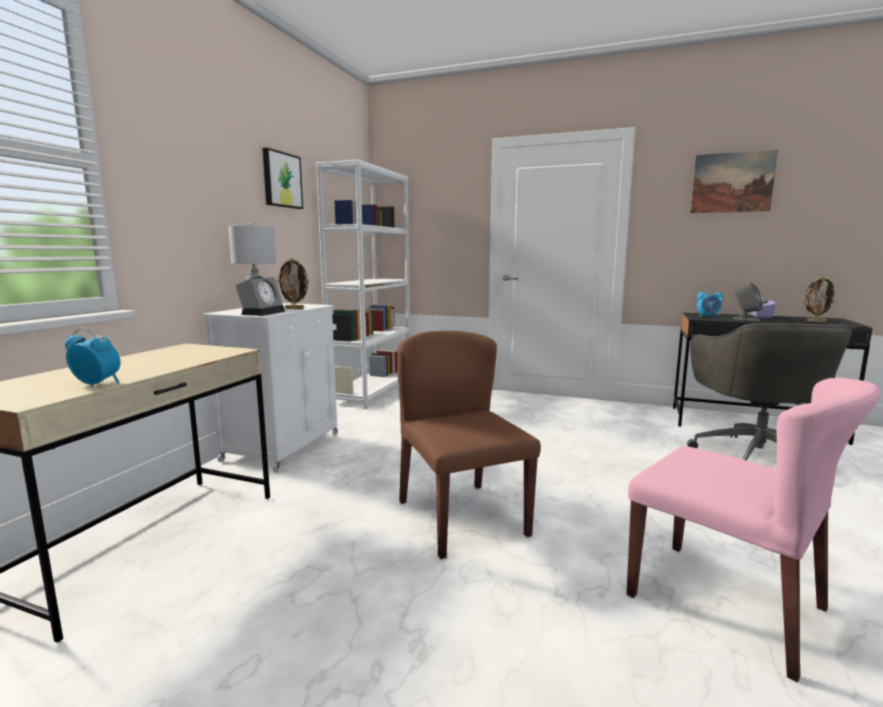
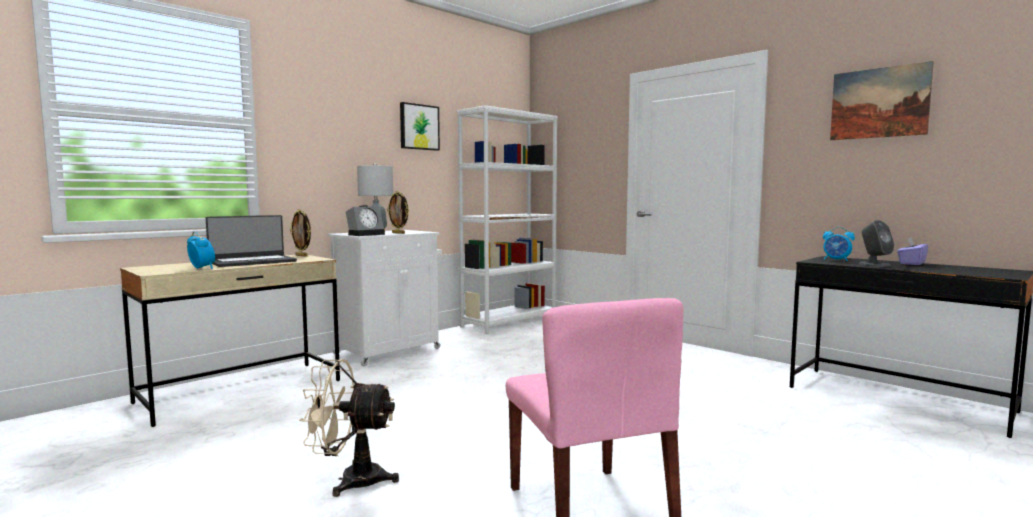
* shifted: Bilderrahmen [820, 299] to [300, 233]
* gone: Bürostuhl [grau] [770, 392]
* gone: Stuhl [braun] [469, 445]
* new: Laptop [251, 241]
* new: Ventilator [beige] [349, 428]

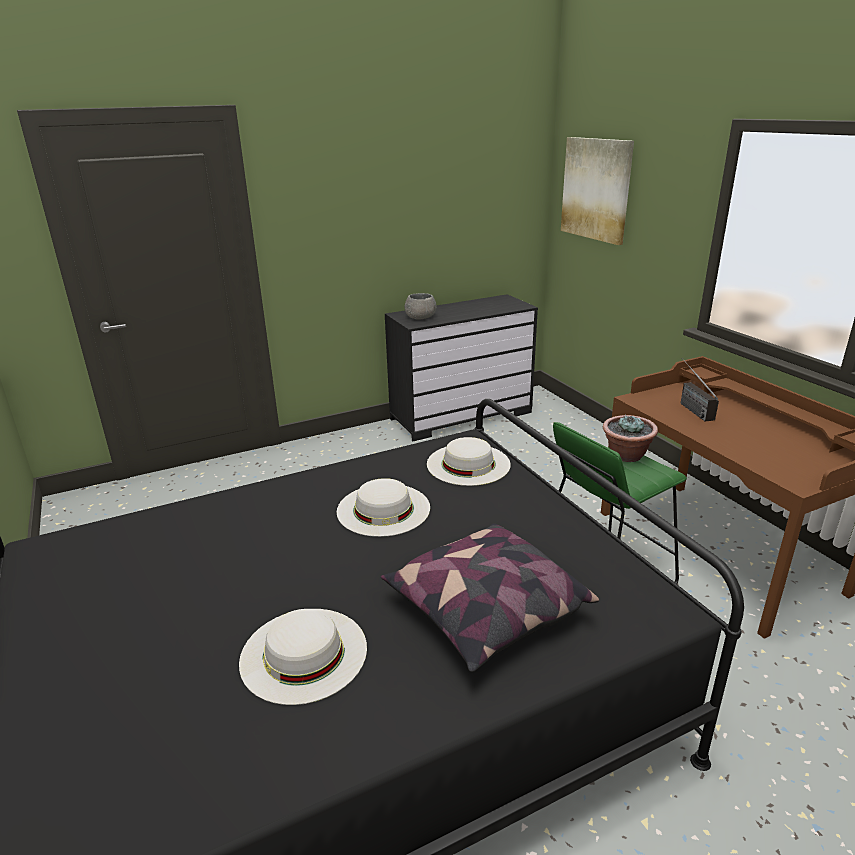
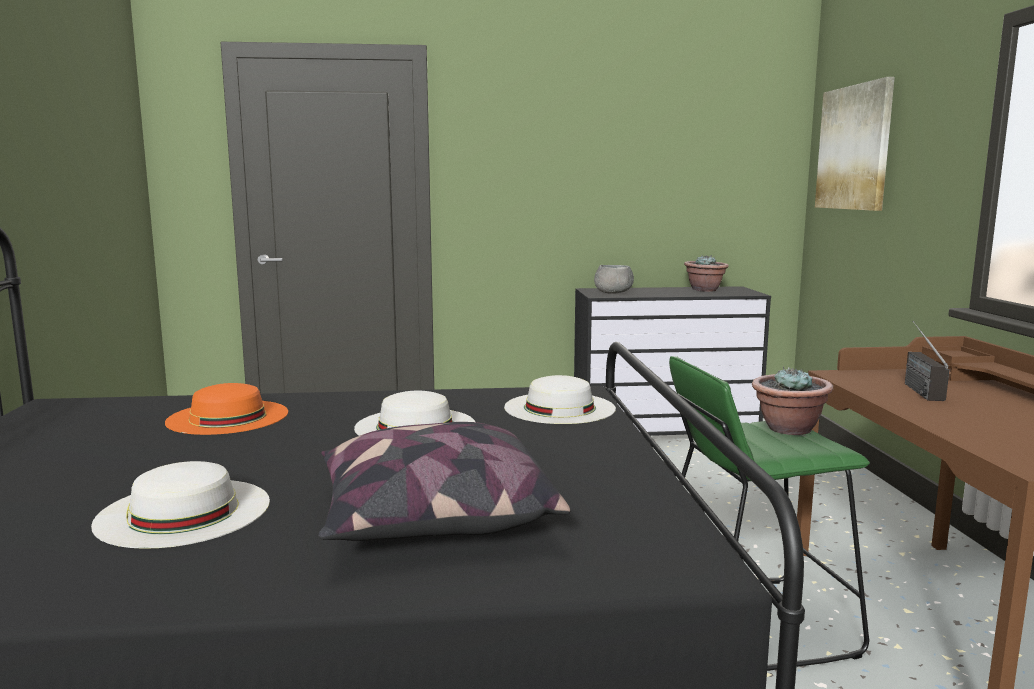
* new: Topfpflanze [706, 273]
* new: Hut [orange] [226, 409]

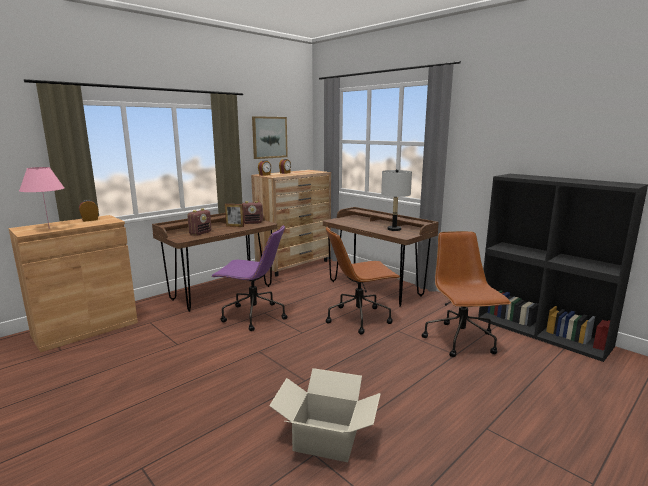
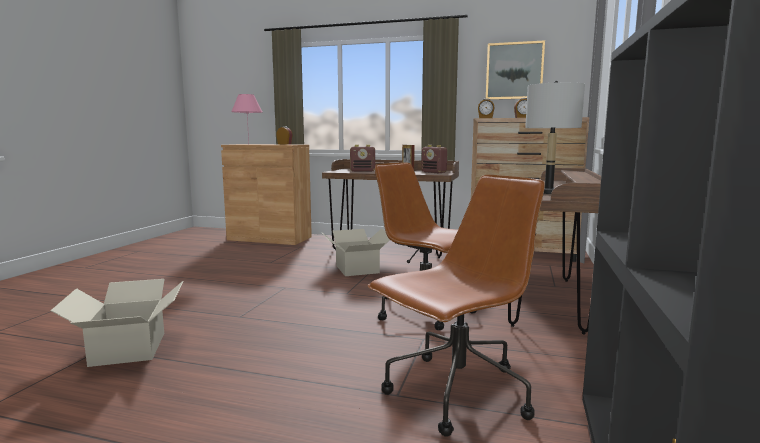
* swapped: Bürostuhl [lila] [249, 278] to Karton [355, 252]

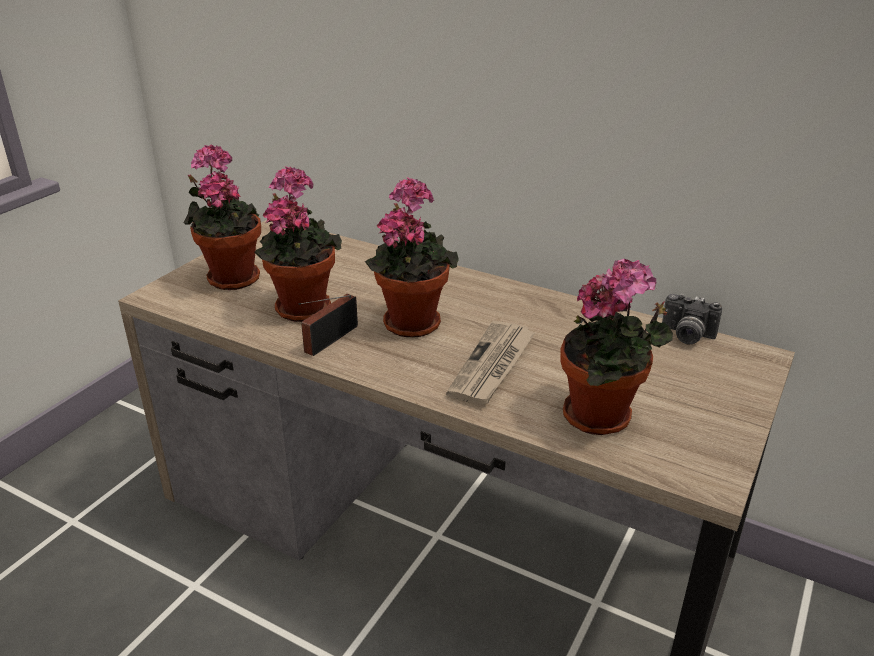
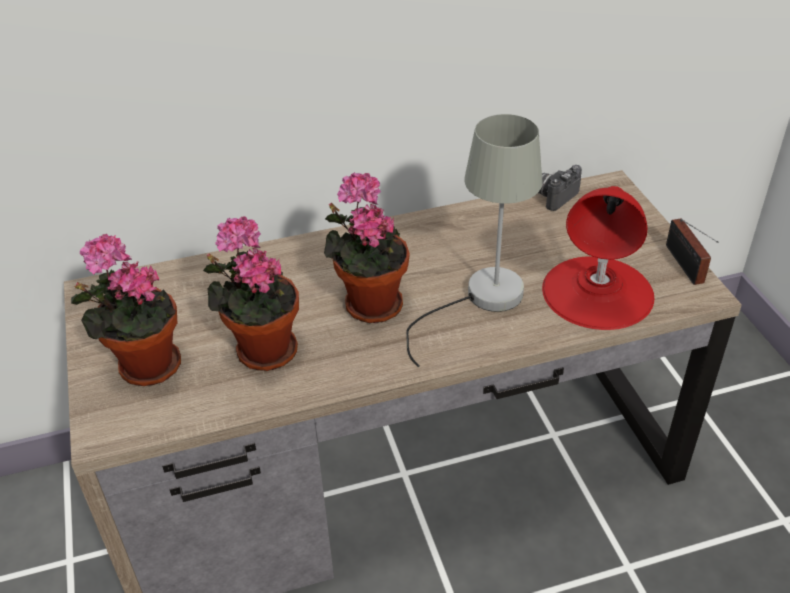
* swapped: Topfpflanze [616, 347] to Tischlampe [rot] [598, 258]
* shifted: Radio [328, 325] to [692, 251]
* rotated: Kamera [692, 319] = [560, 188] 150 degrees clockwise
* swapped: Zeitung [491, 363] to Tischlampe [grau] [474, 240]

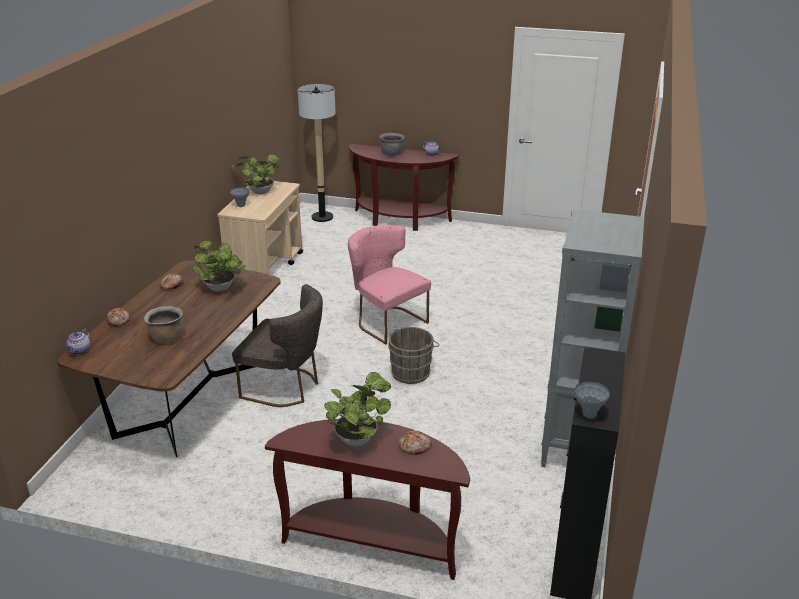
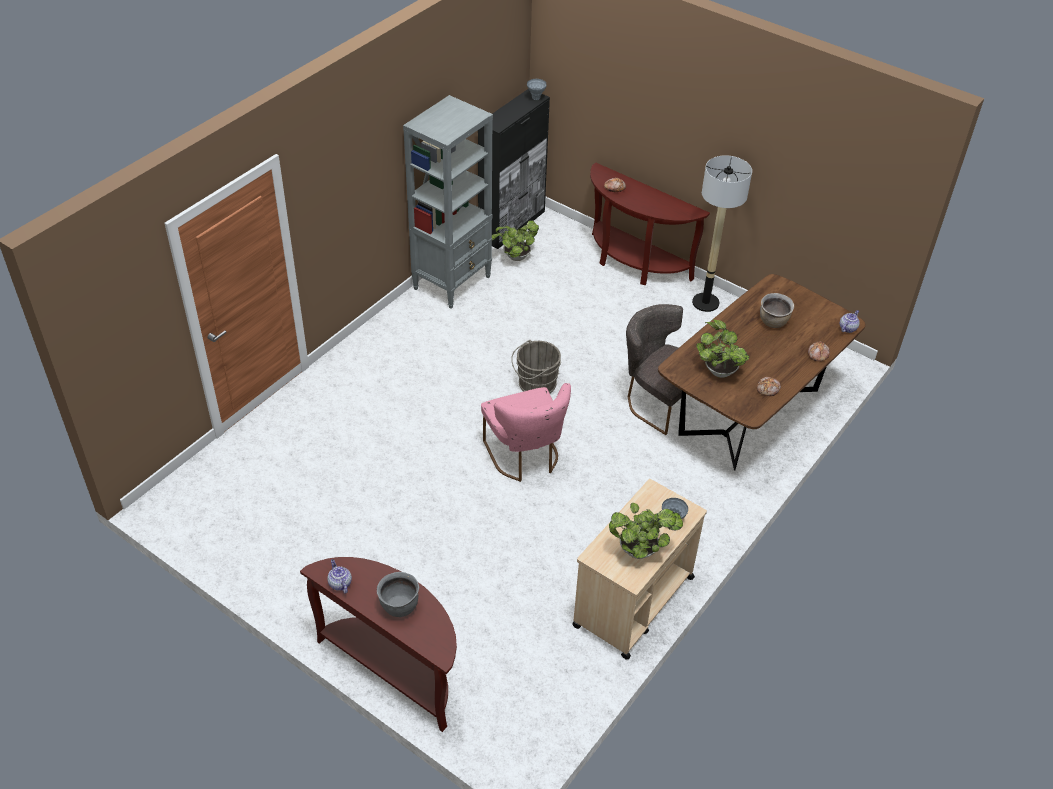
* shifted: Stehlampe [317, 153] to [722, 233]
* shifted: Topfpflanze [357, 409] to [515, 240]

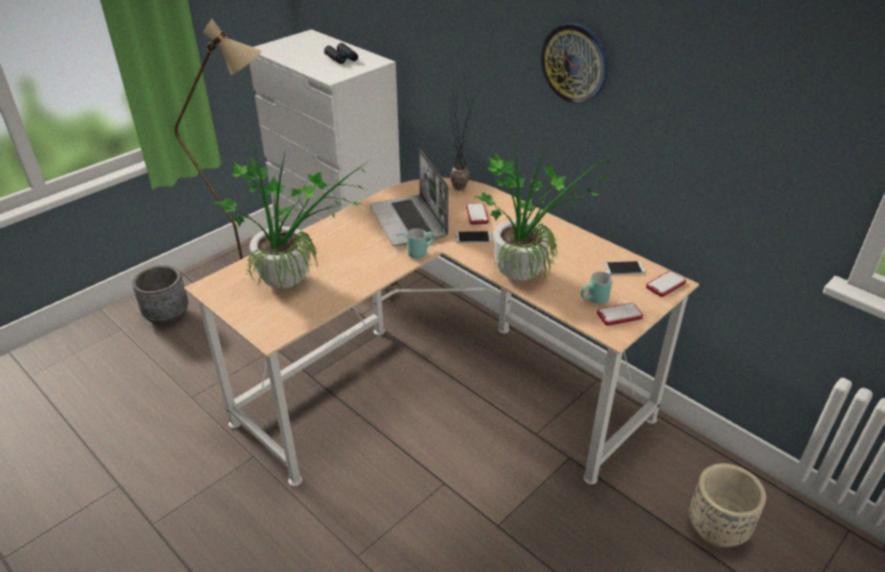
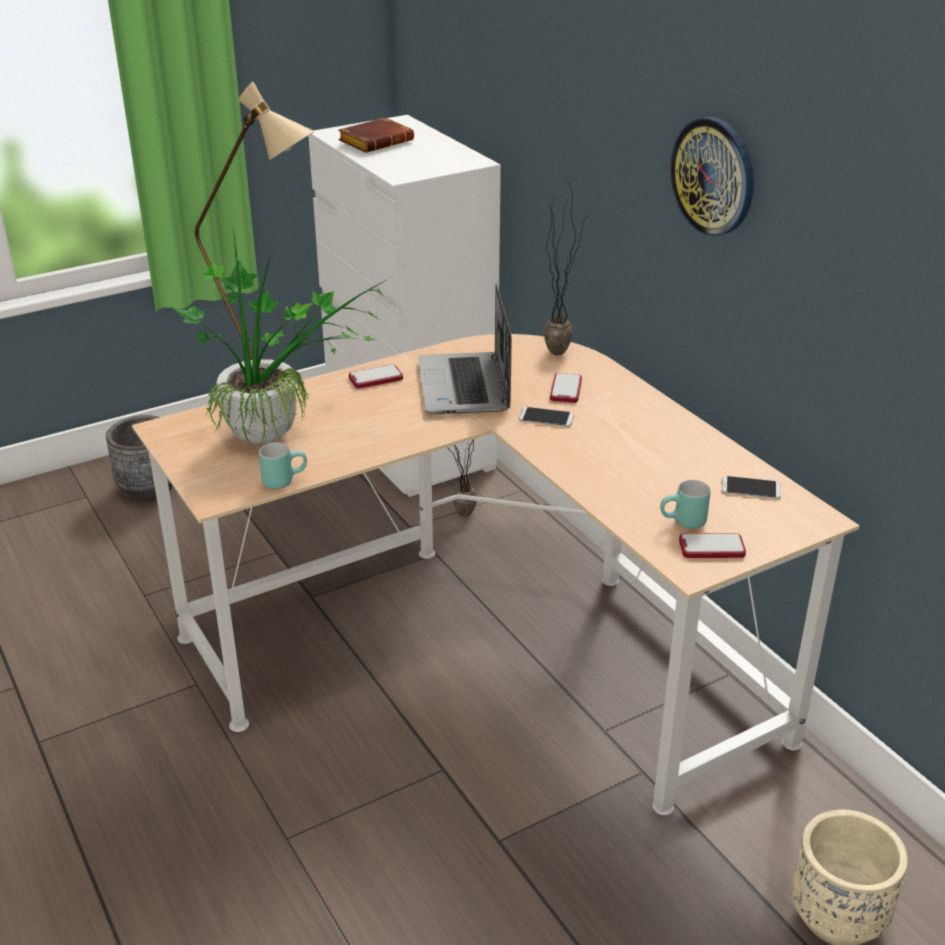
* gone: Fernglas [schwarz] [341, 53]
* gone: Topfpflanze [545, 208]
* shifted: Henkelbecher [türkis] [421, 243] to [283, 466]
* shifted: Handy [666, 284] to [376, 376]
* new: Buch [braun] [376, 135]

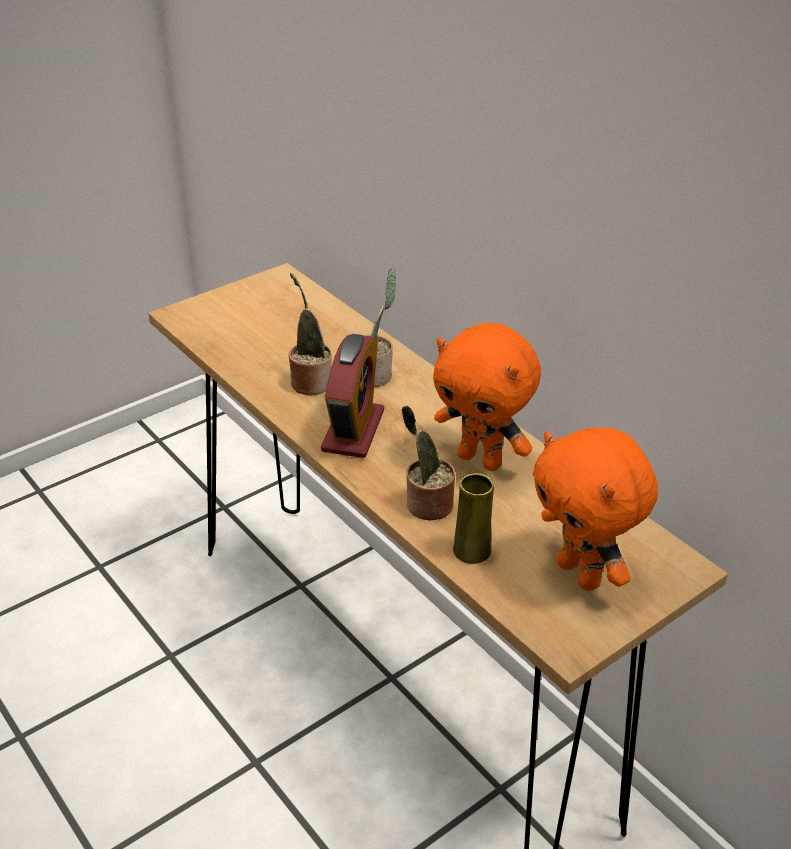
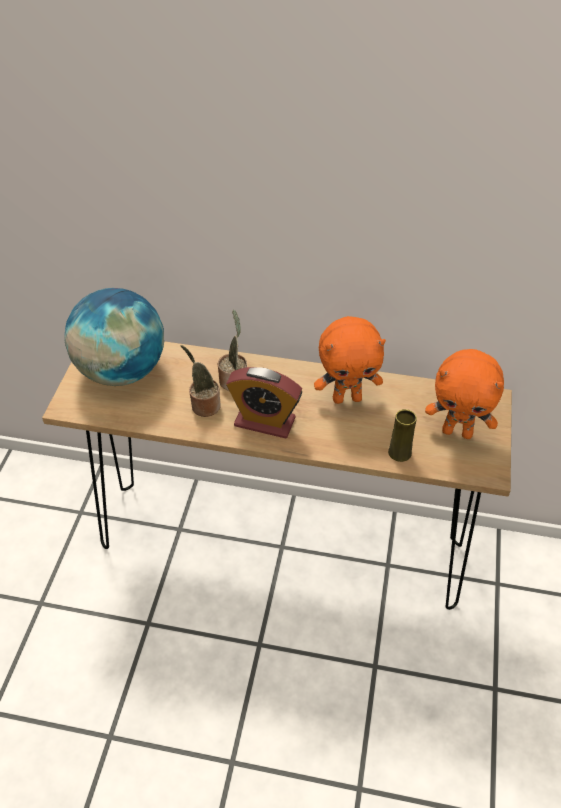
* rotated: Wecker [352, 396] = [264, 402] 135 degrees clockwise
* gone: Topfpflanze [428, 462]
* new: Globus [114, 337]

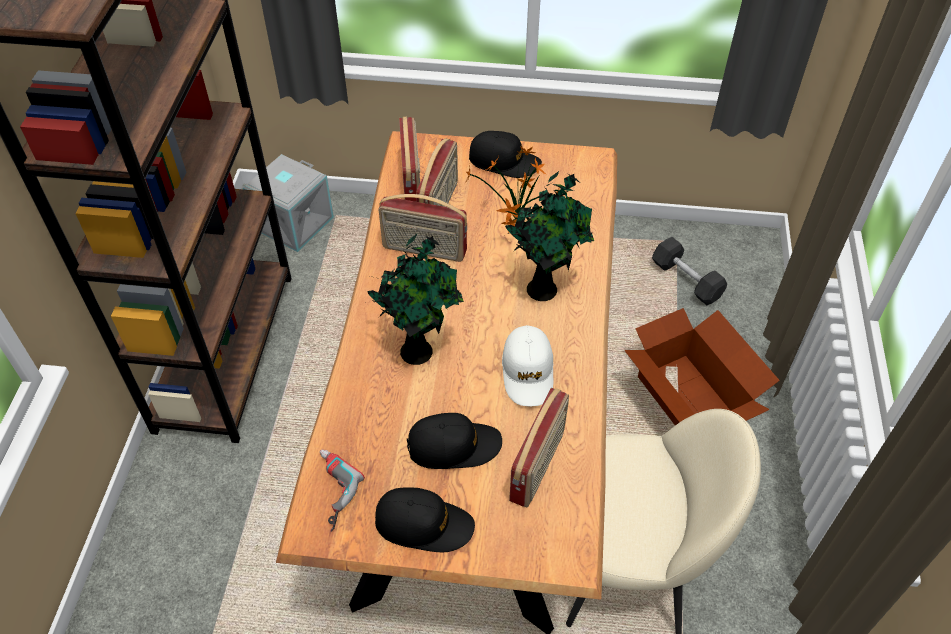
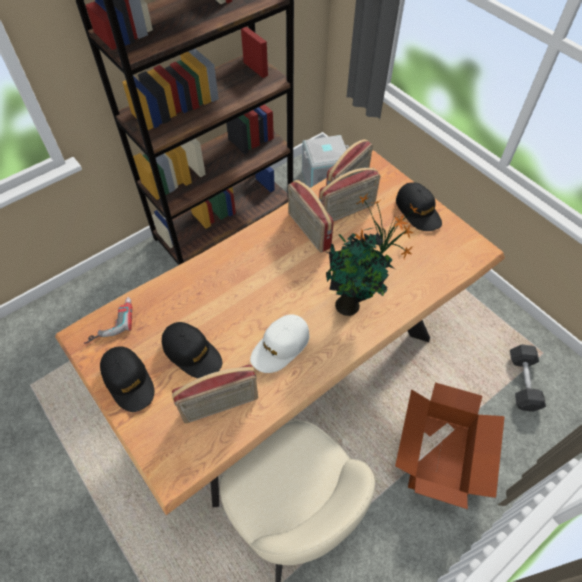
* gone: Topfpflanze [415, 299]

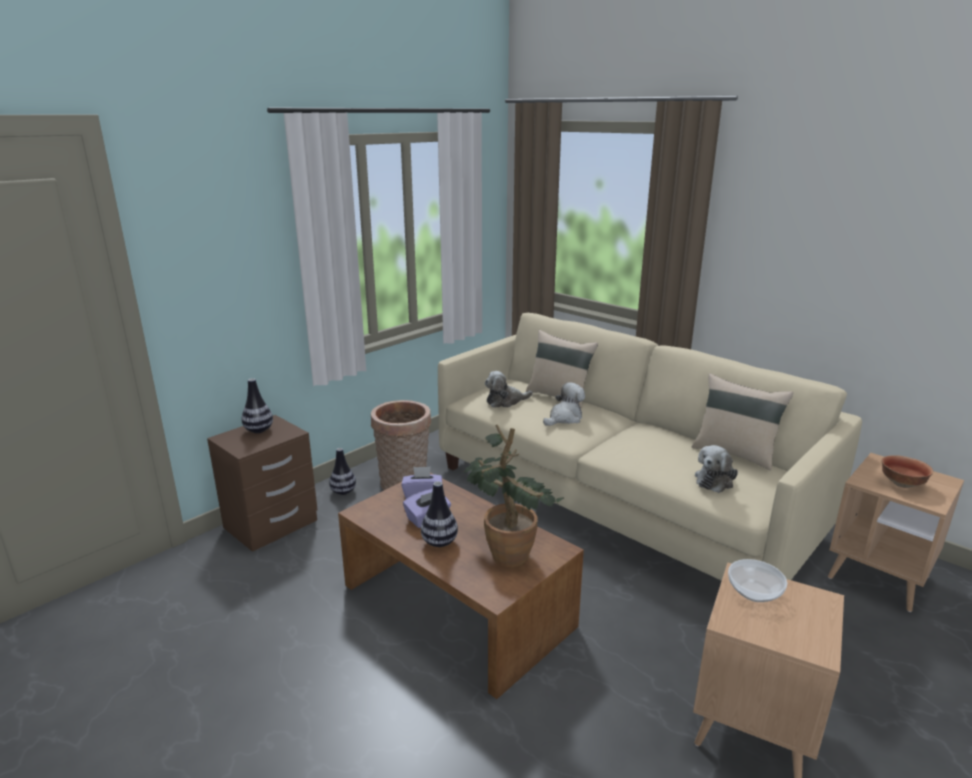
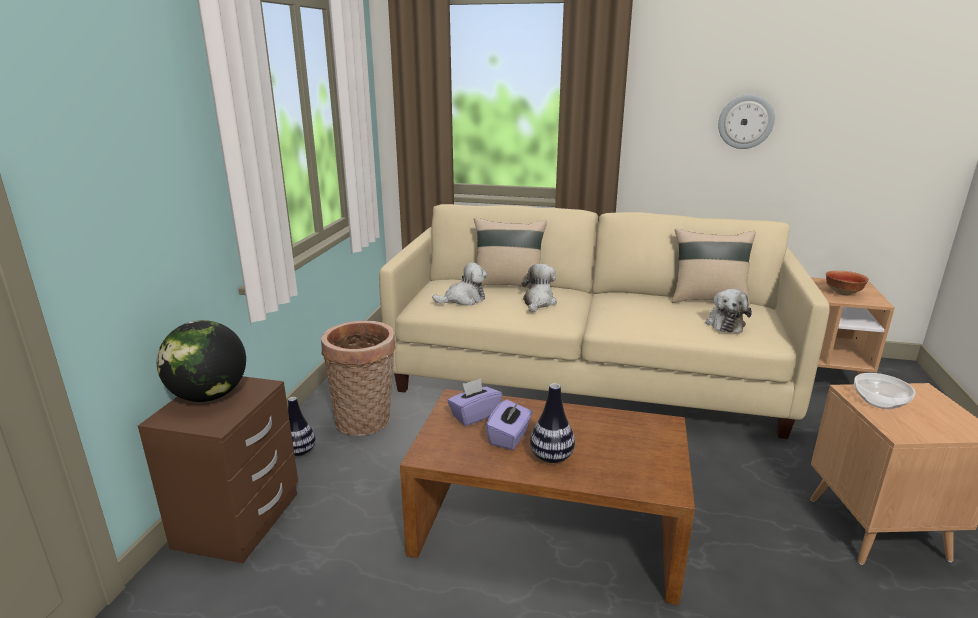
* rotated: Plüschtier [509, 389] = [459, 284] 150 degrees counterclockwise
* swapped: Vase [257, 405] to Globus [201, 361]
* gone: Topfpflanze [513, 496]
* new: Wanduhr [746, 121]

